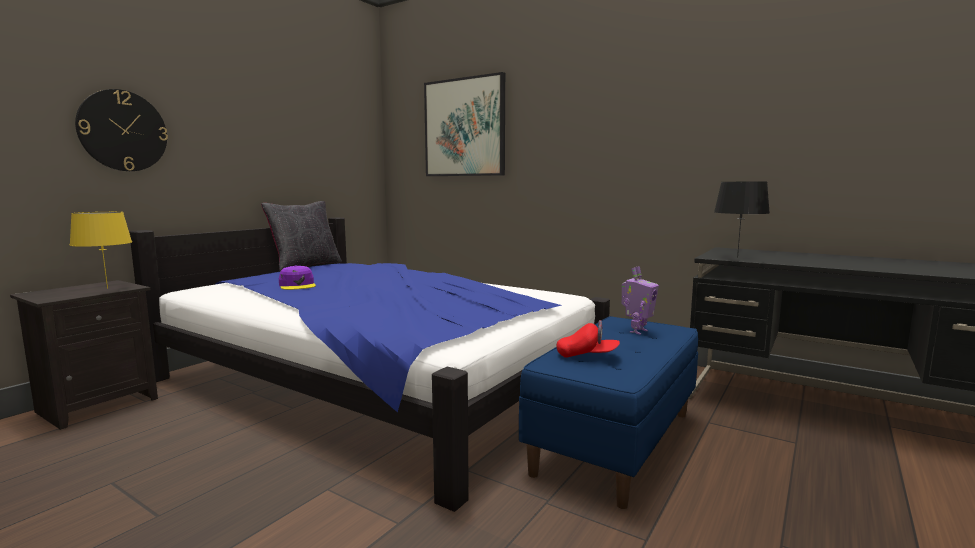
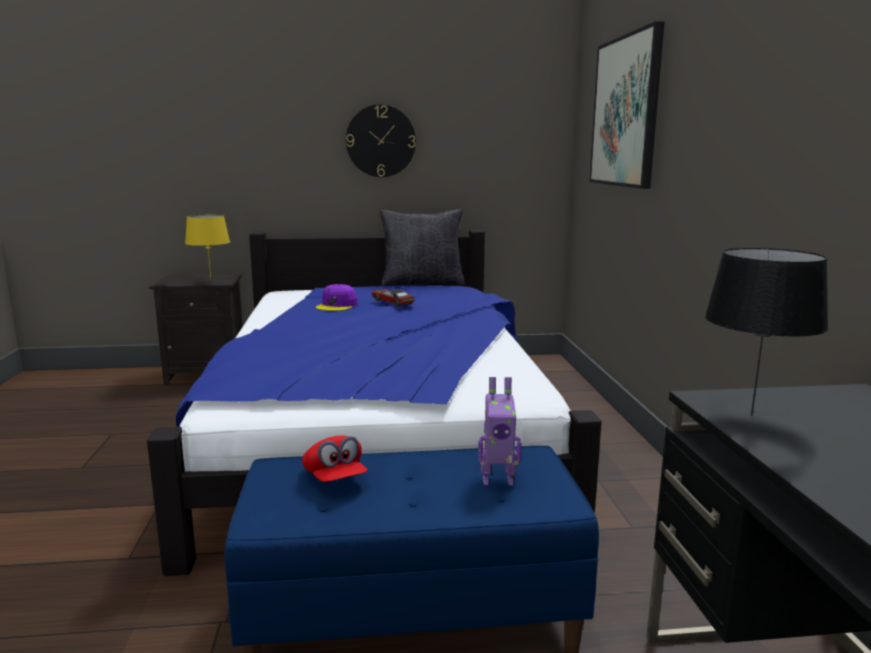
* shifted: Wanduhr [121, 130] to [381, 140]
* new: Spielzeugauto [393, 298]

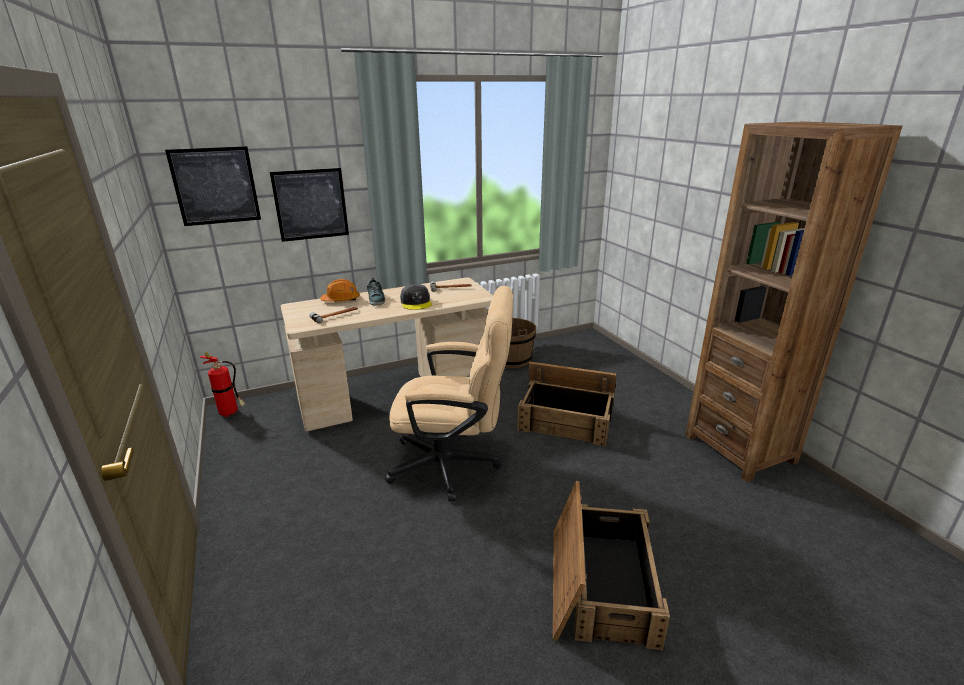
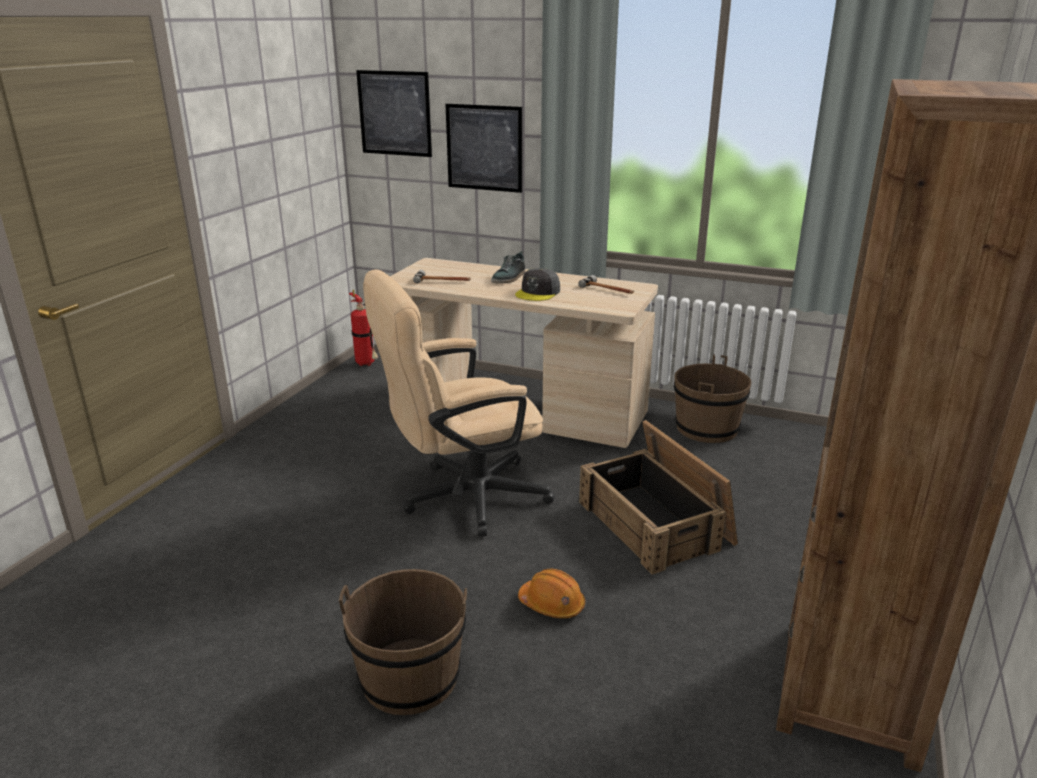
* shifted: Schutzhelm [orange] [340, 290] to [551, 593]
* rotated: Bürostuhl [beige] [449, 394] = [459, 403] 105 degrees clockwise
* swapped: Kiste [611, 565] to Eimer [braun] [403, 642]

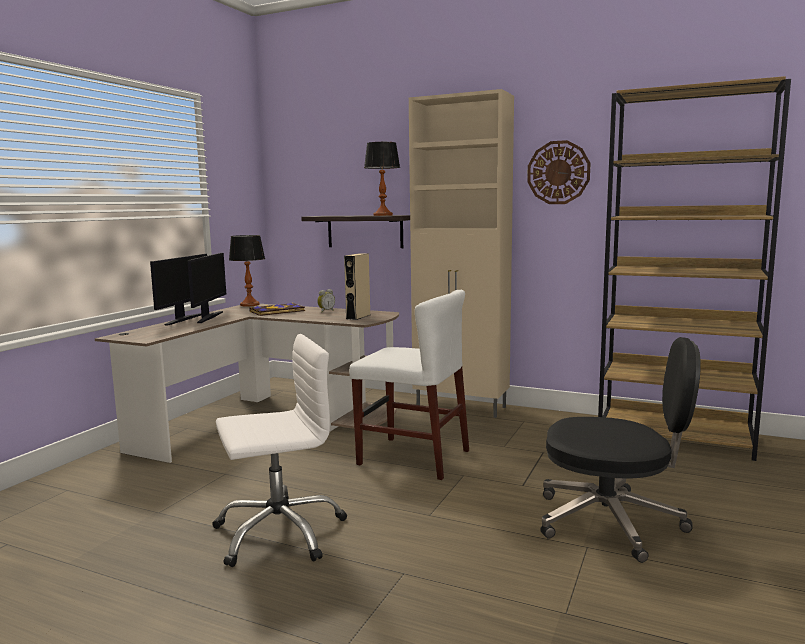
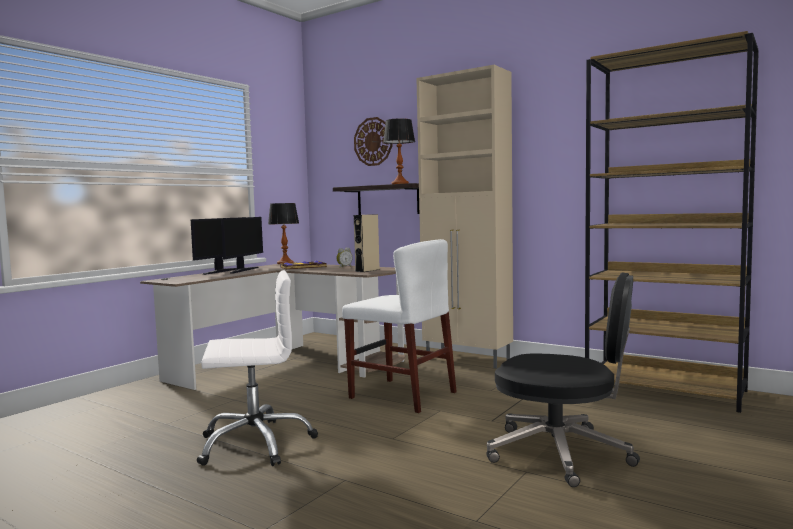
* shifted: Wanduhr [558, 172] to [373, 141]

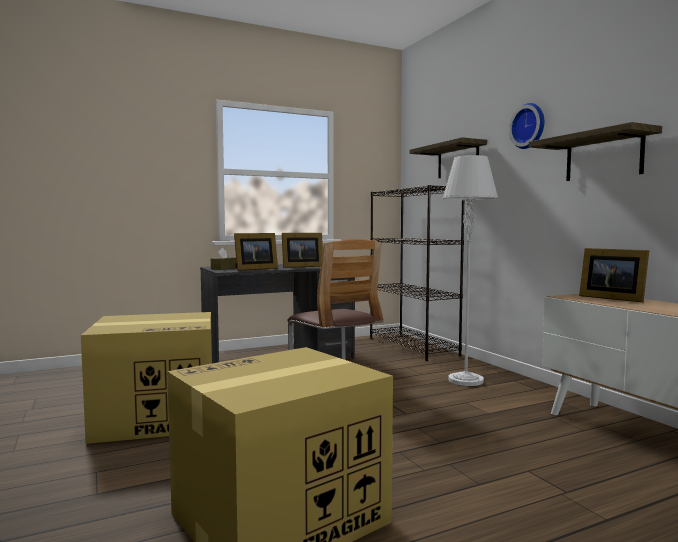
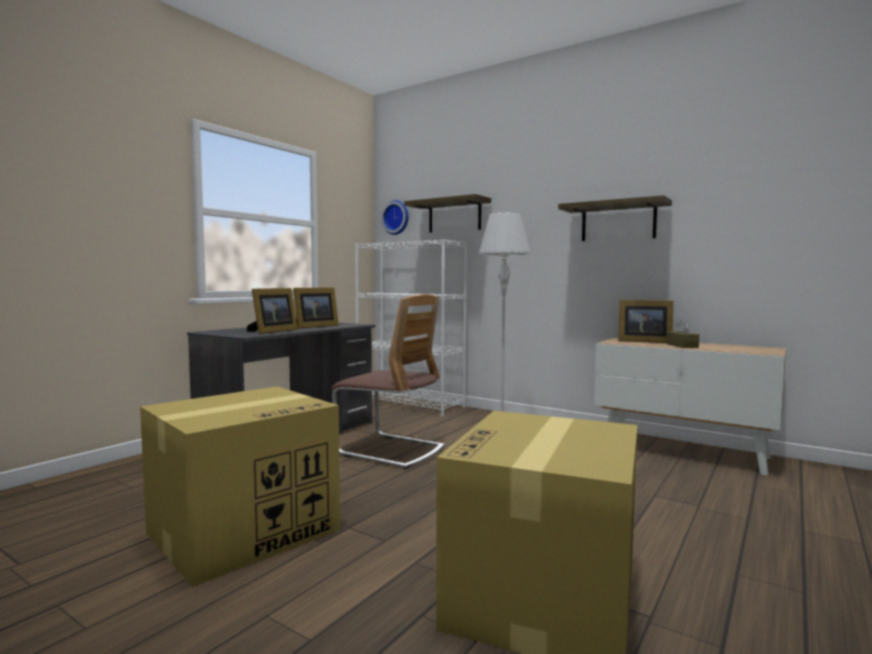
* shifted: Wanduhr [526, 126] to [395, 217]
* repainted: Bücherregal [schwarz] [417, 273] to Bücherregal [weiß] [411, 327]
* shifted: Taschentuchbox [braun] [223, 259] to [683, 334]

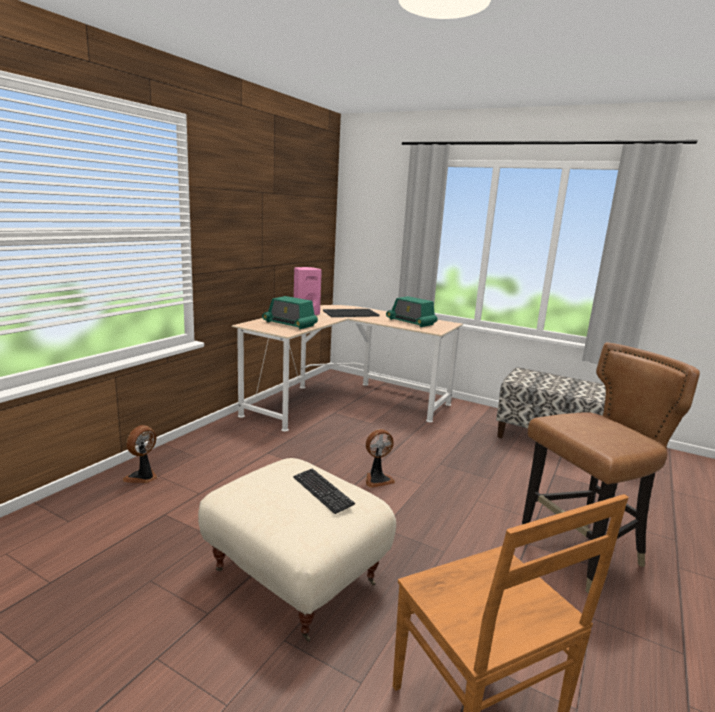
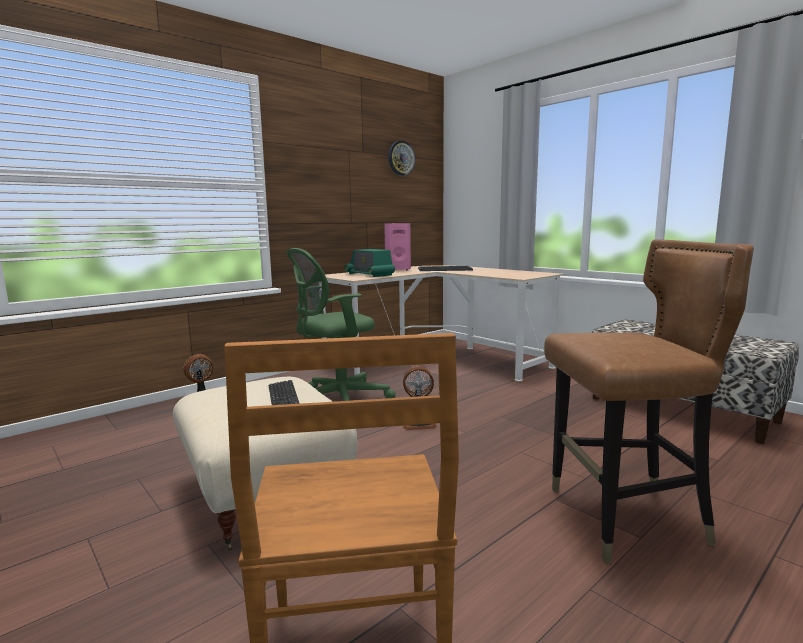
* gone: Radio [412, 311]
* new: Wanduhr [402, 158]
* new: Bürostuhl [grün] [341, 324]

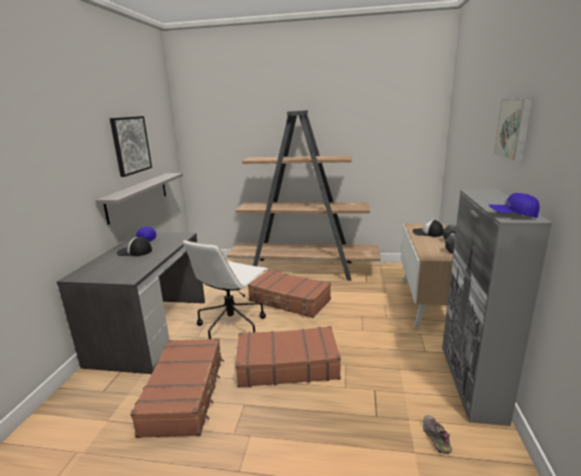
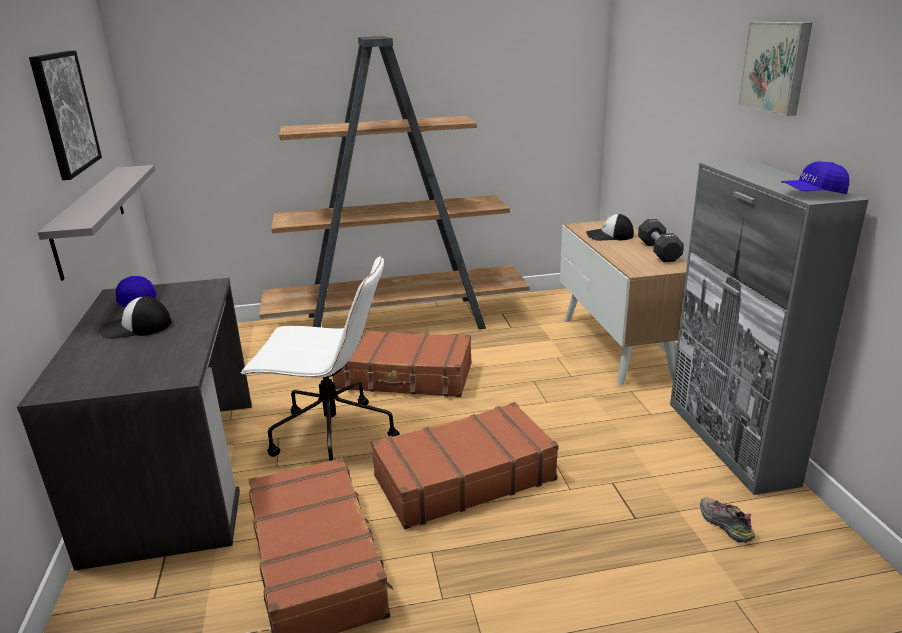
* rotated: Bürostuhl [weiß] [225, 289] = [320, 358] 90 degrees counterclockwise

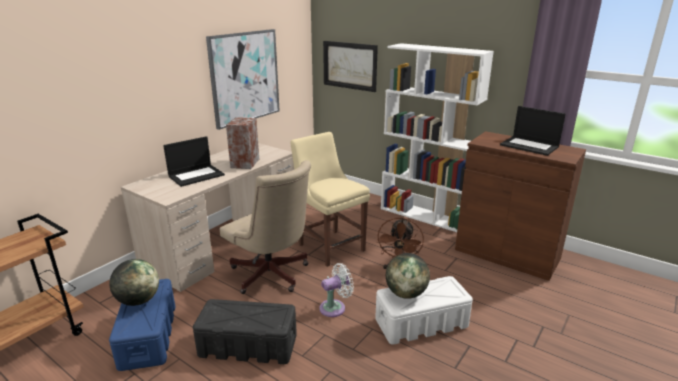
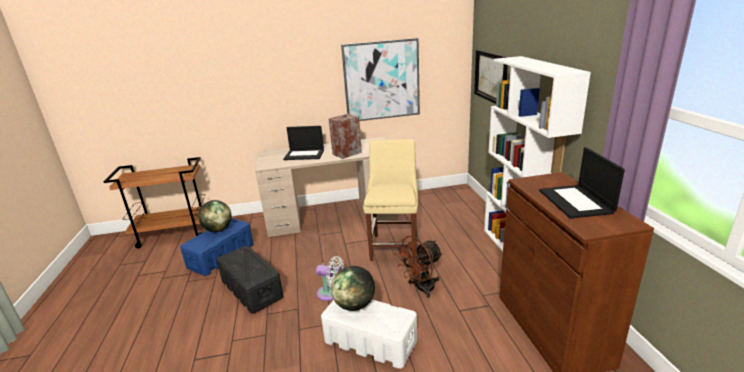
* gone: Bürostuhl [beige] [265, 227]

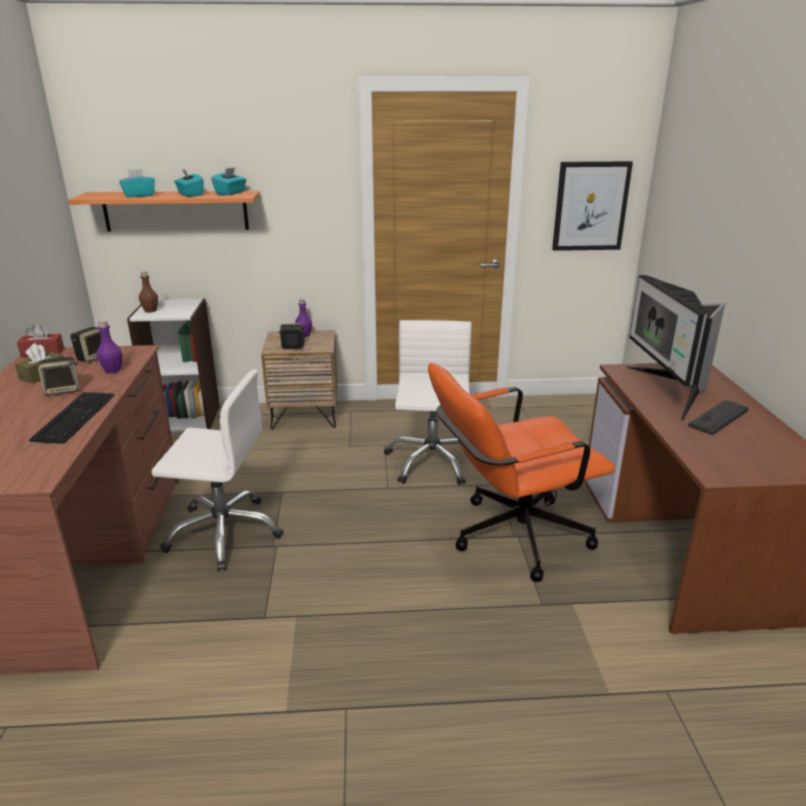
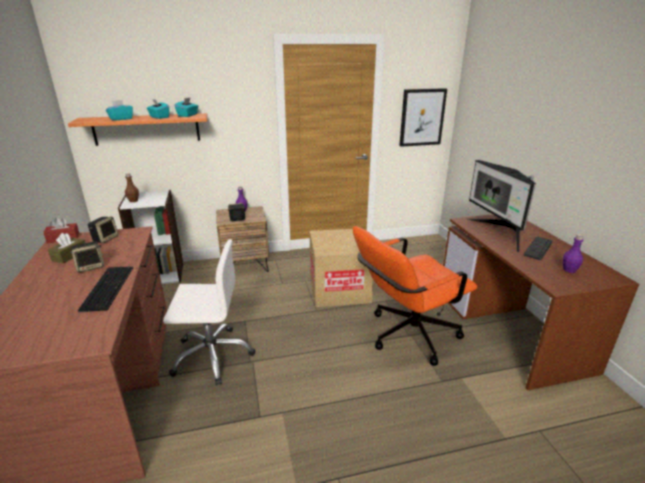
* shifted: Flasche [lila] [109, 347] to [573, 253]
* swapped: Bürostuhl [weiß] [428, 402] to Karton [341, 268]

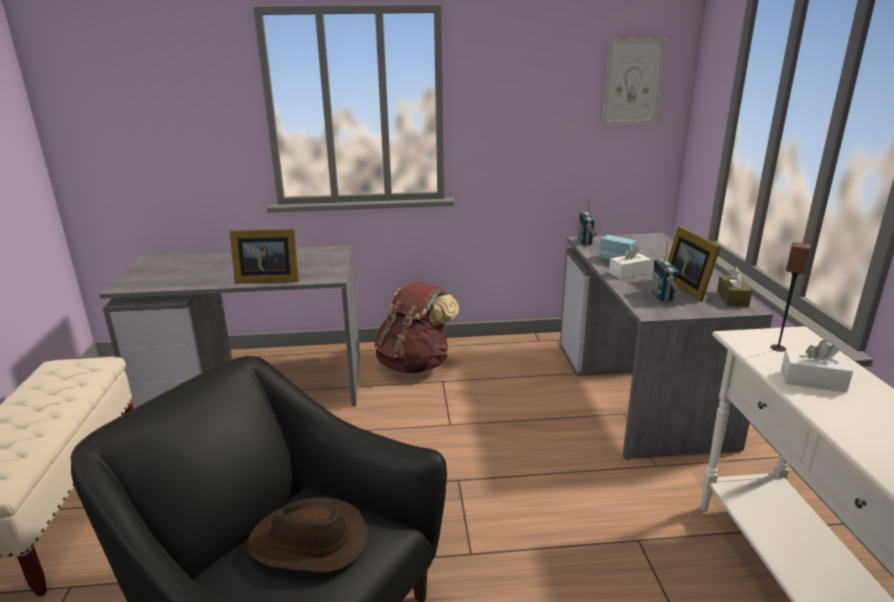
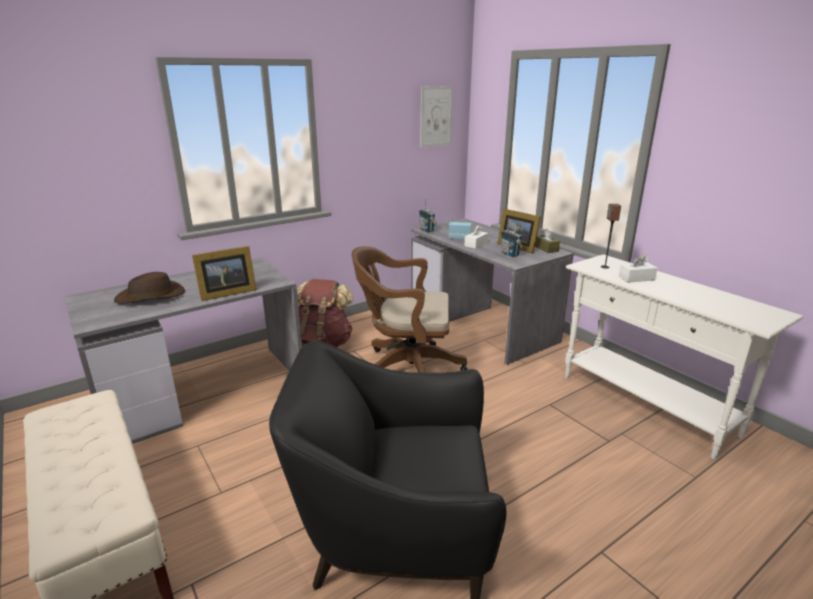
* shifted: Hut [braun] [307, 535] to [149, 288]
* new: Bürostuhl [braun] [409, 309]

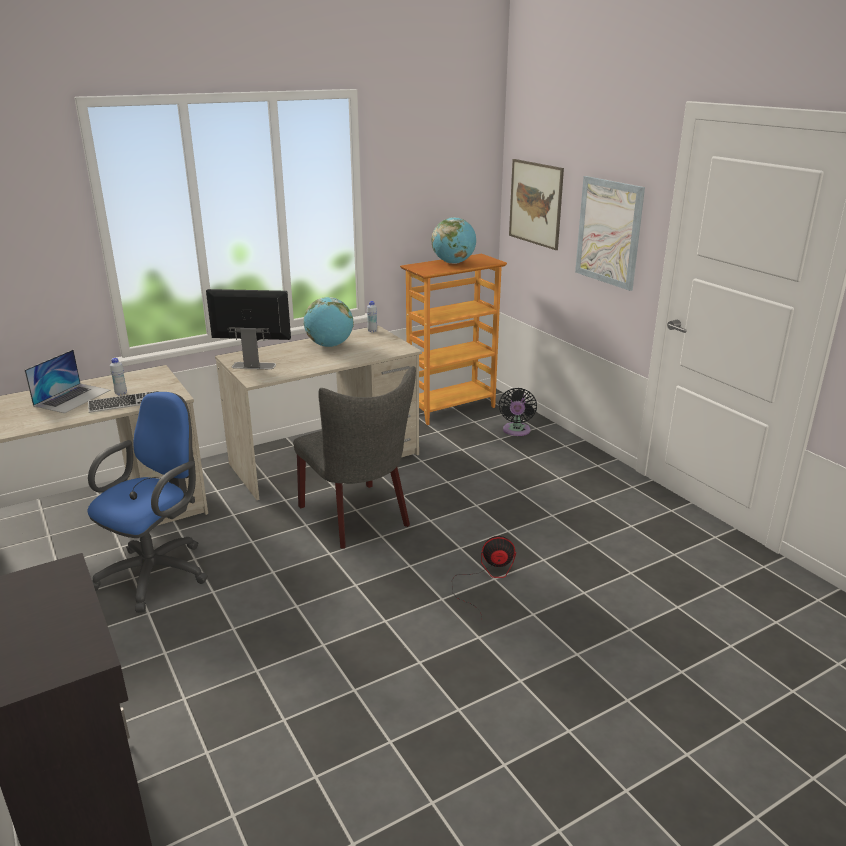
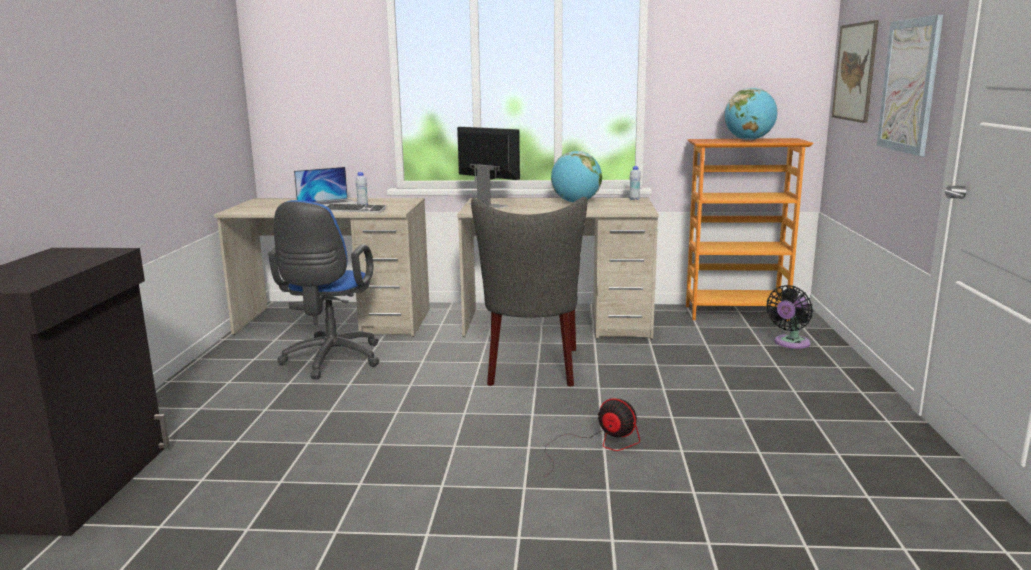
* rotated: Bürostuhl [blau] [147, 502] = [324, 289] 120 degrees clockwise

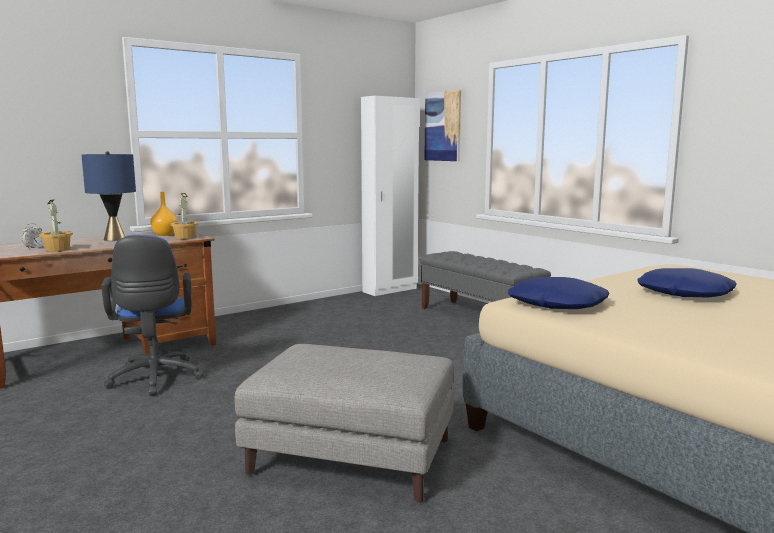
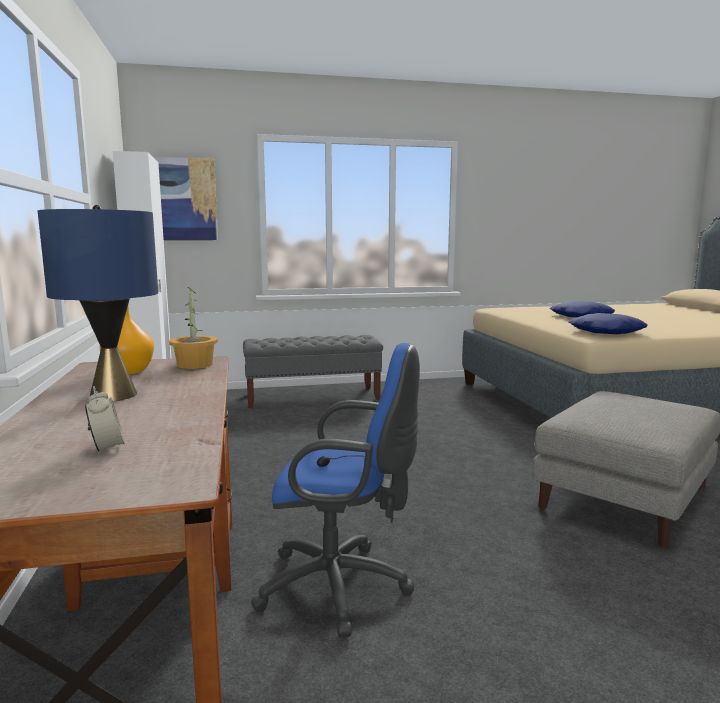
* gone: Topfpflanze [56, 225]

